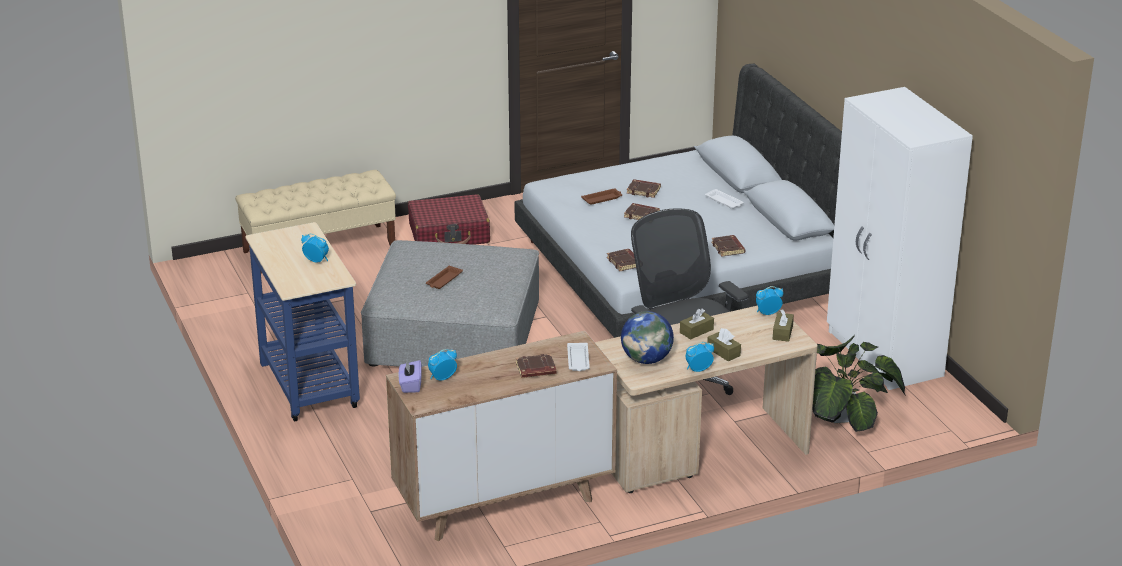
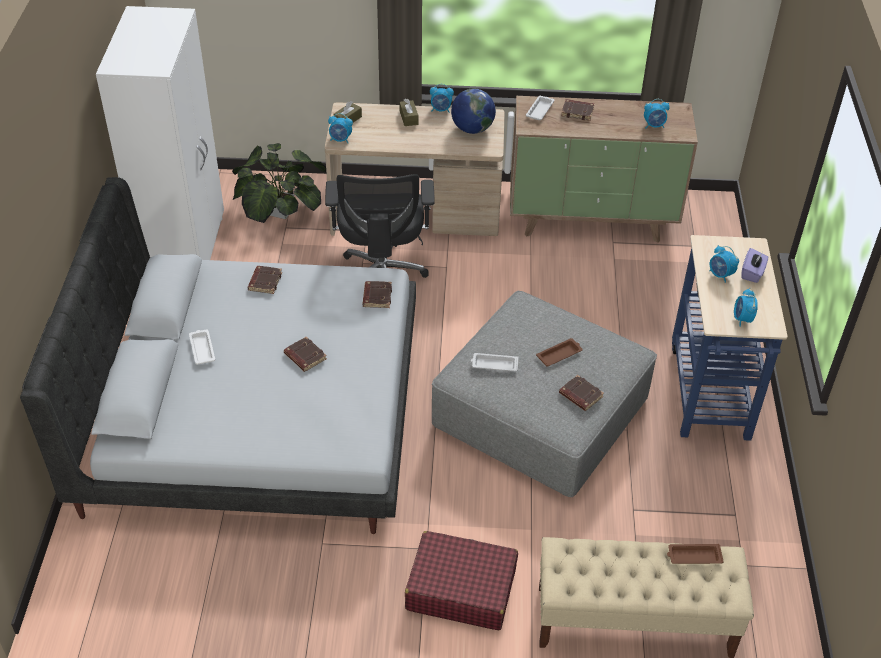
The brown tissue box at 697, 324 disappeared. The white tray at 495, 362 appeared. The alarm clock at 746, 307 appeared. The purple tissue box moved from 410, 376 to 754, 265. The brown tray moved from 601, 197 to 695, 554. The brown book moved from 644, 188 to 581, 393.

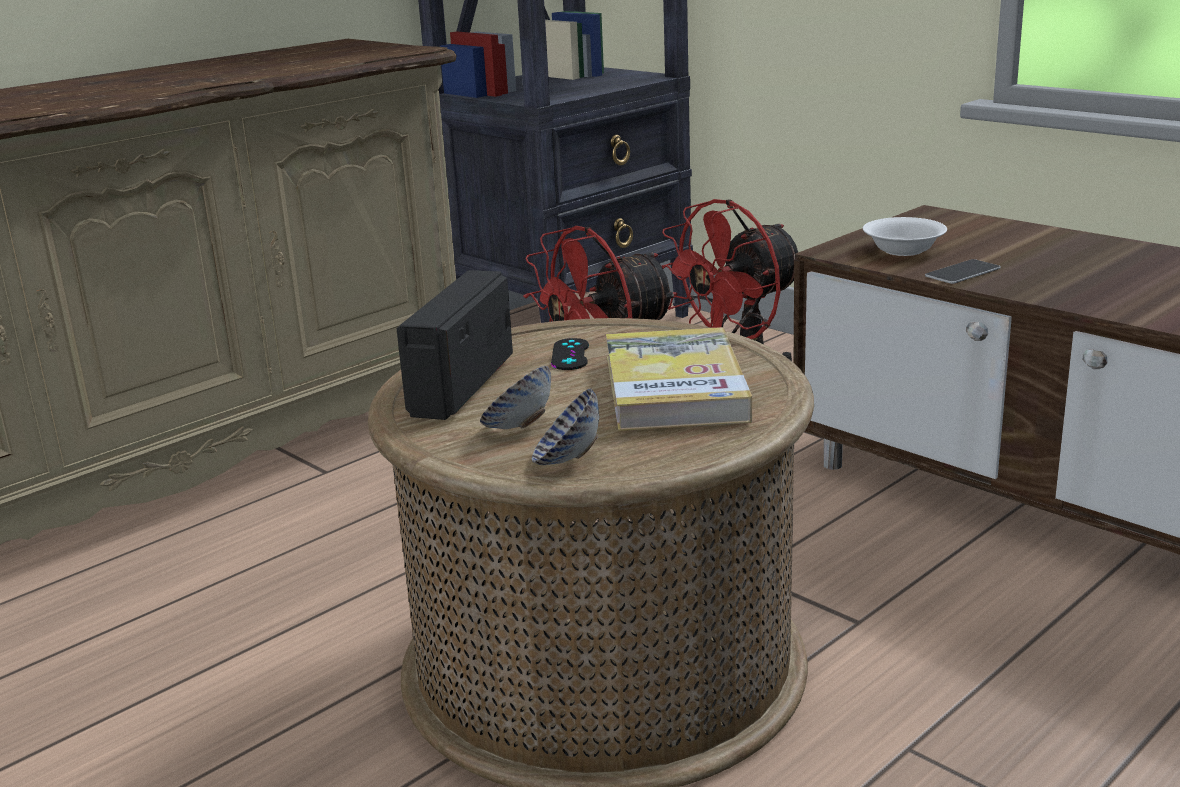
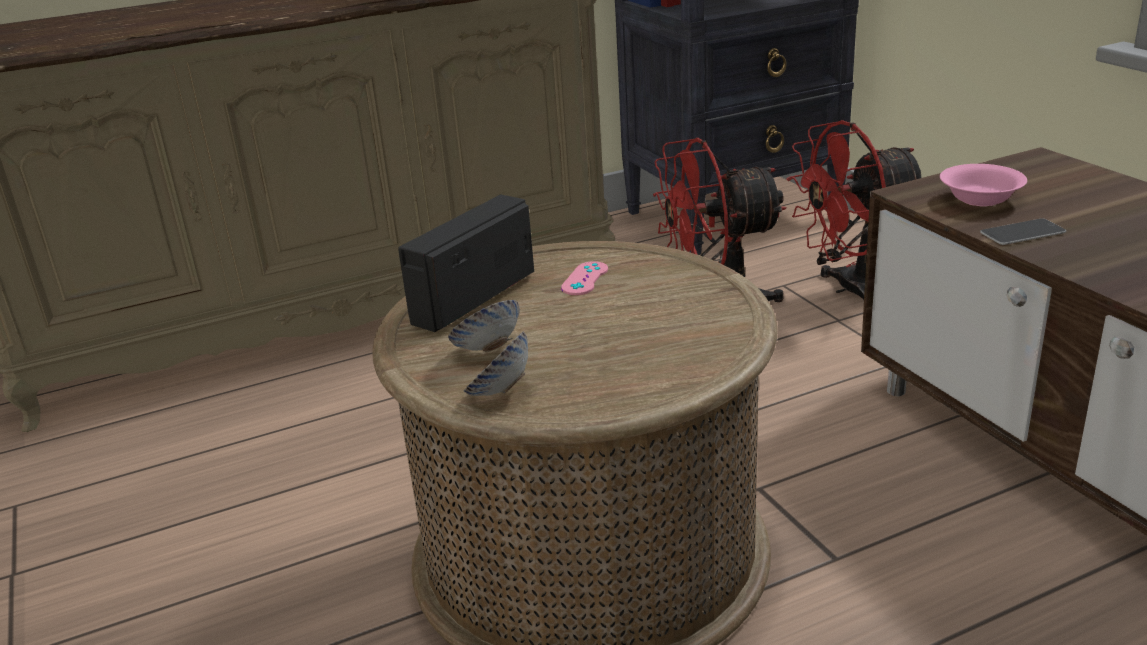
The book at 679, 379 disappeared. The black game controller at 570, 354 became the pink game controller at 584, 278. The white bowl at 905, 236 became the pink bowl at 983, 185.

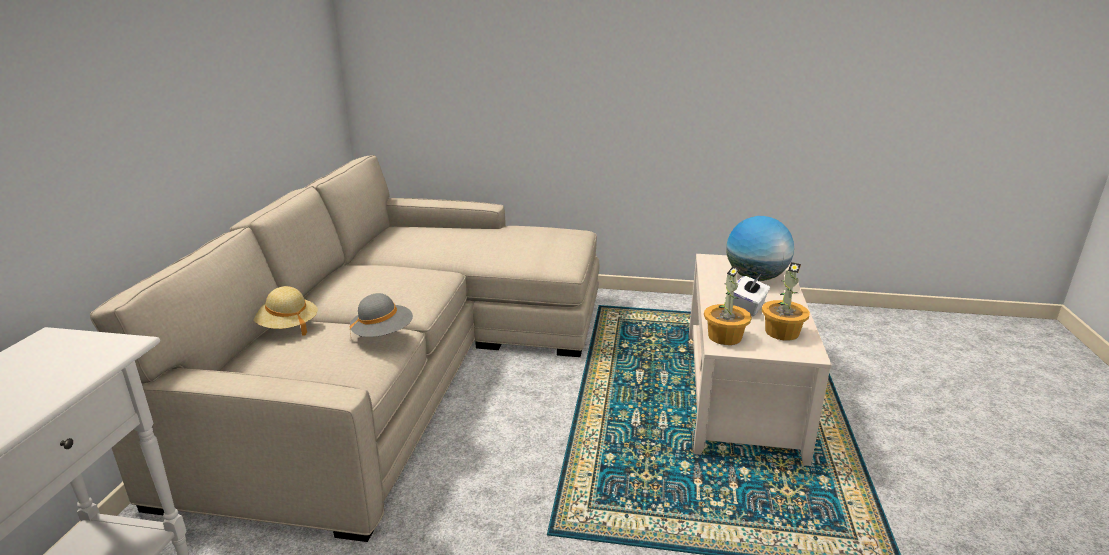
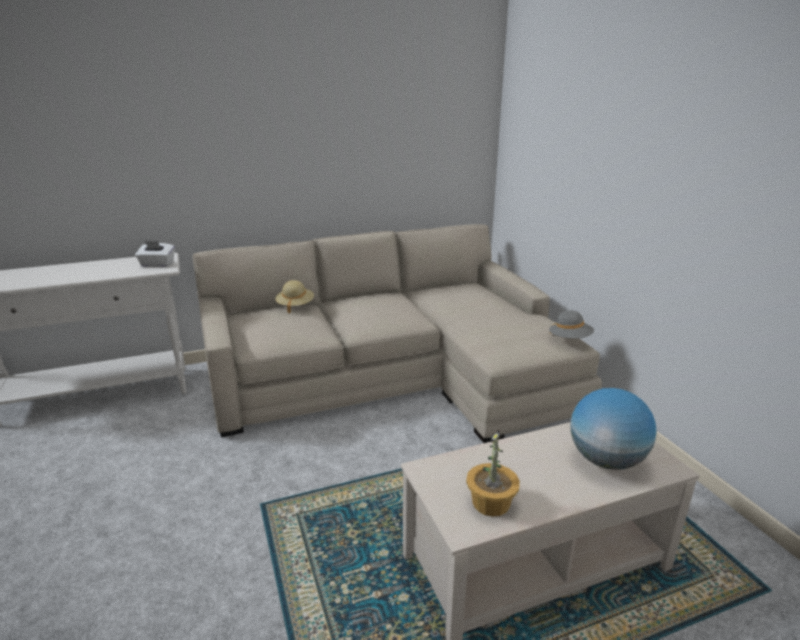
The potted plant at 728, 305 disappeared. The grey hat moved from 381, 315 to 571, 324. The white tissue box moved from 751, 296 to 155, 254.

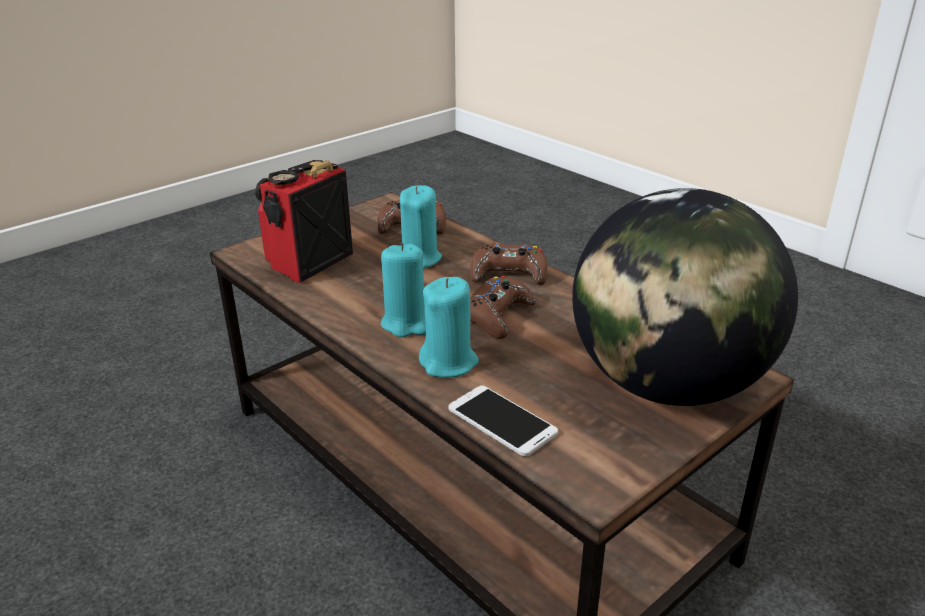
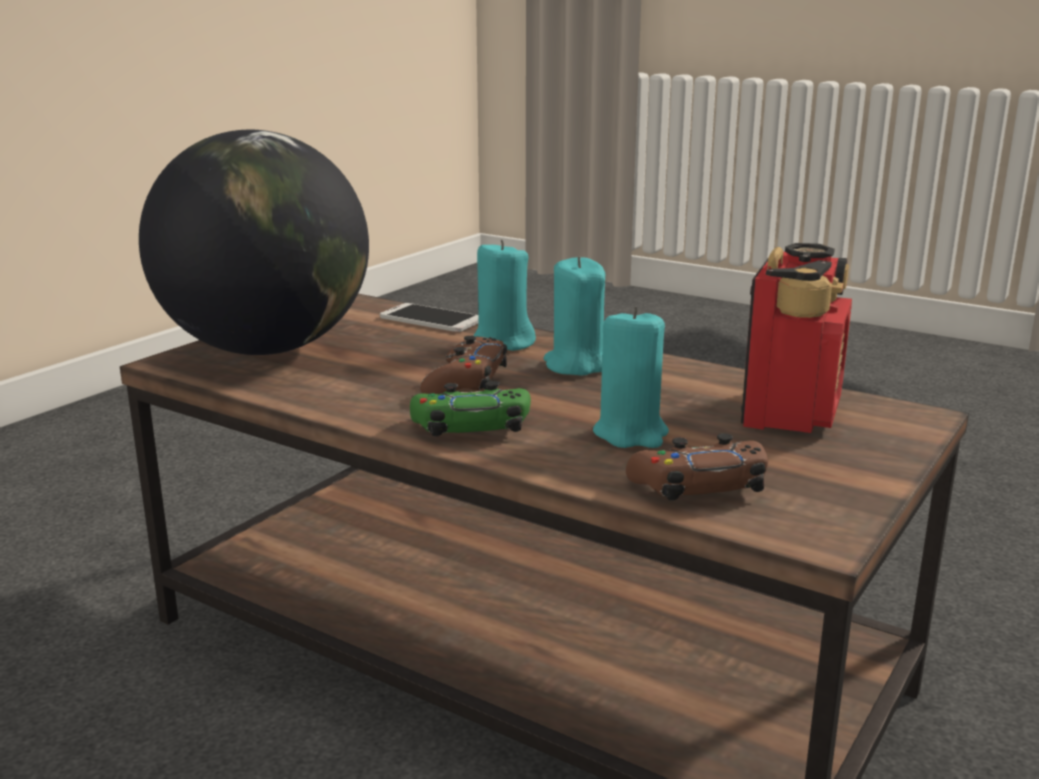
The brown game controller at 508, 264 became the green game controller at 470, 408.

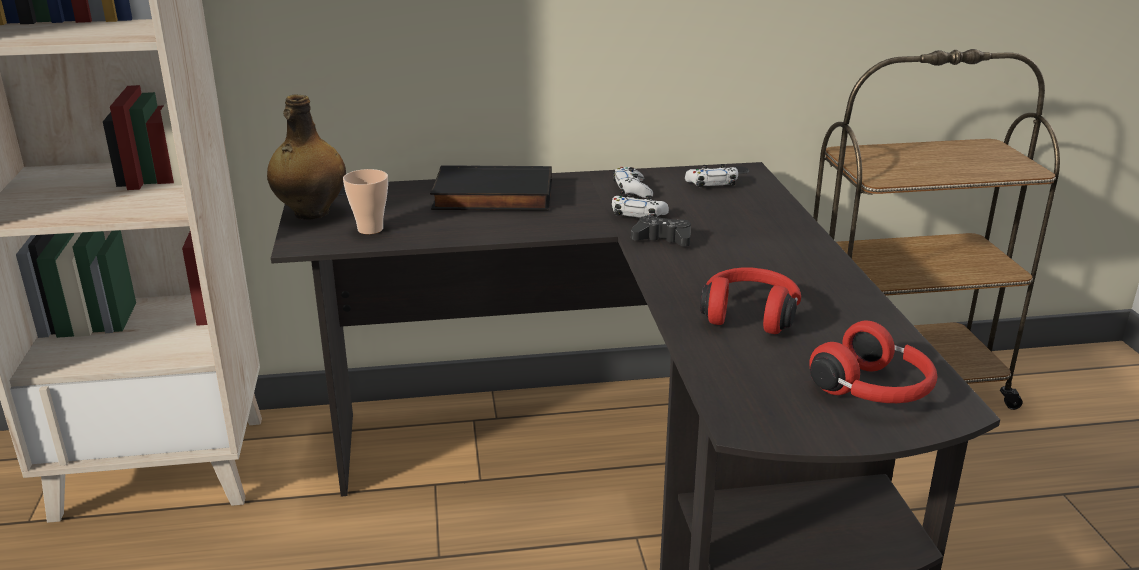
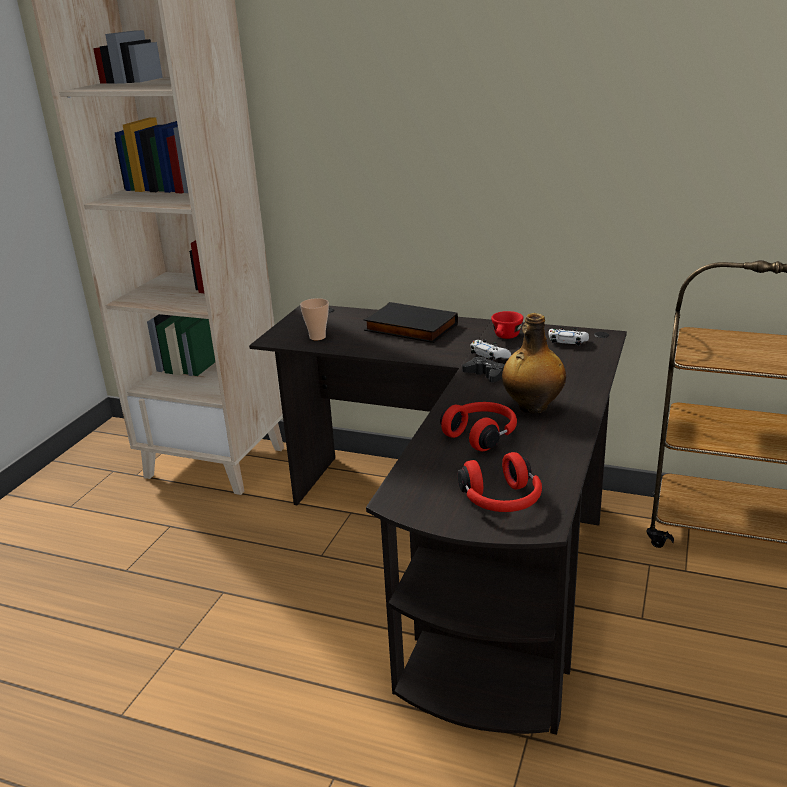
The bottle moved from 306, 157 to 534, 363. The white game controller at 633, 182 was replaced by the red cup at 507, 325.

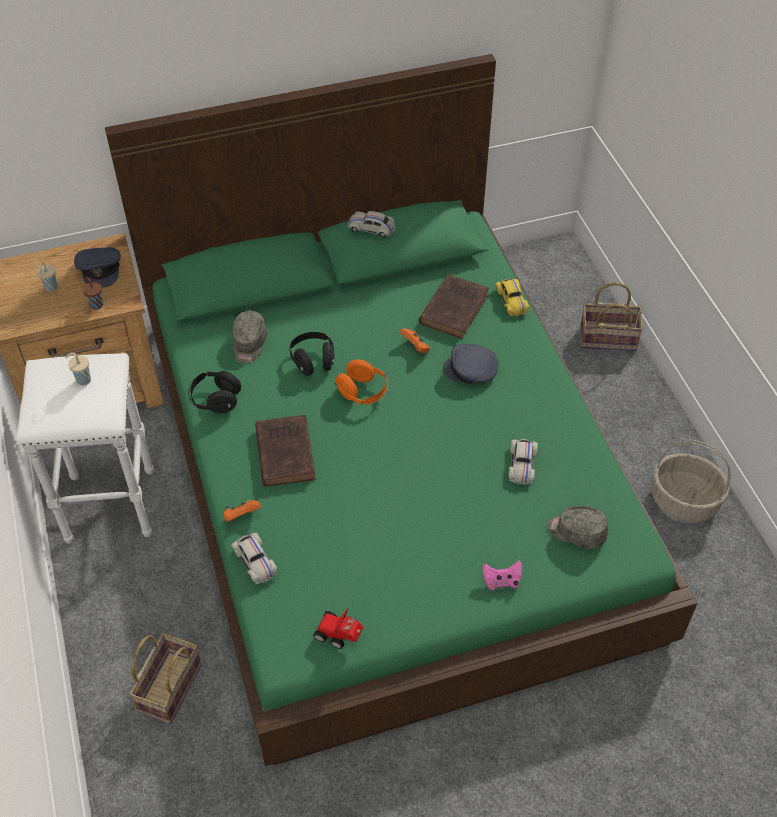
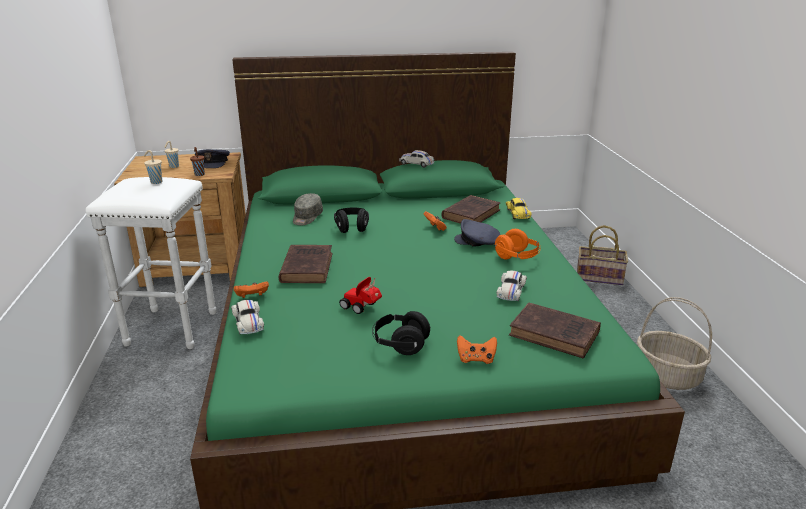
The basket at 165, 678 disappeared. The black headphones moved from 214, 392 to 401, 333. The toy car moved from 338, 629 to 360, 295. The orange headphones moved from 361, 382 to 517, 244. The grey cap at 577, 527 was replaced by the brown book at 555, 330. The pink game controller at 502, 575 became the orange game controller at 477, 349.

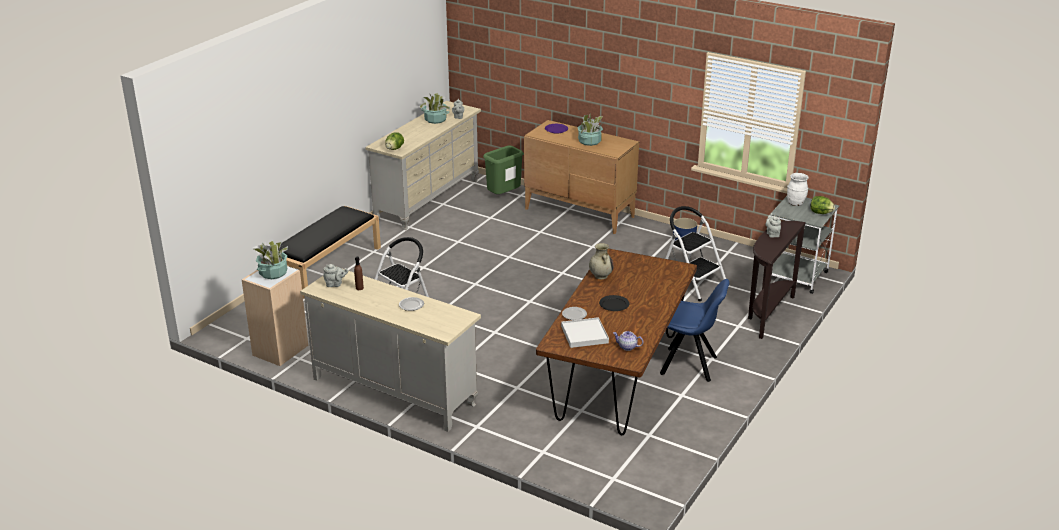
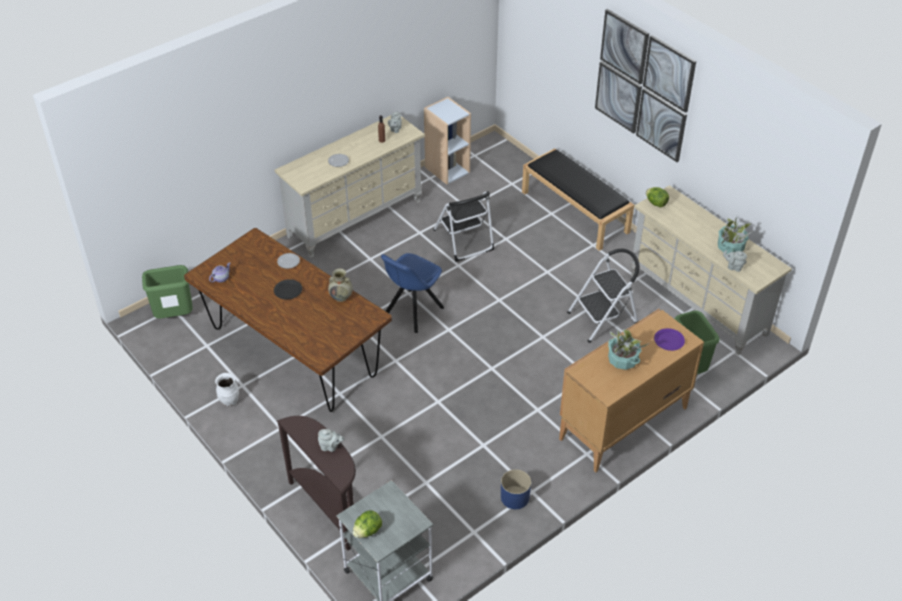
The potted plant at 270, 259 disappeared. The white tray at 585, 332 disappeared. The green trash can at 167, 292 appeared. The picture at 645, 85 appeared. The blue chair moved from 694, 330 to 412, 293. The step ladder moved from 695, 253 to 603, 296. The white vase moved from 798, 189 to 227, 389.

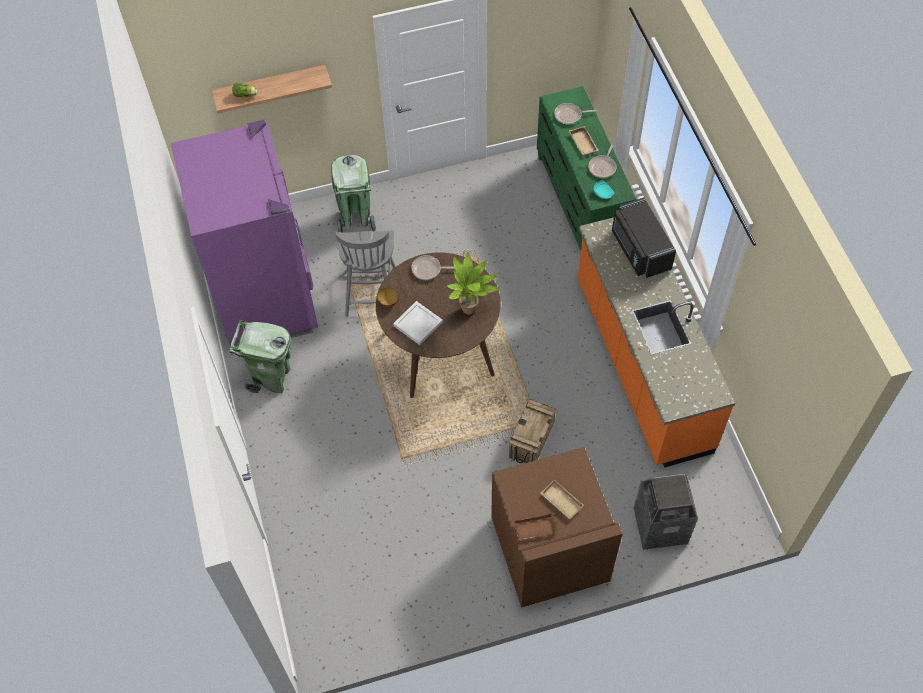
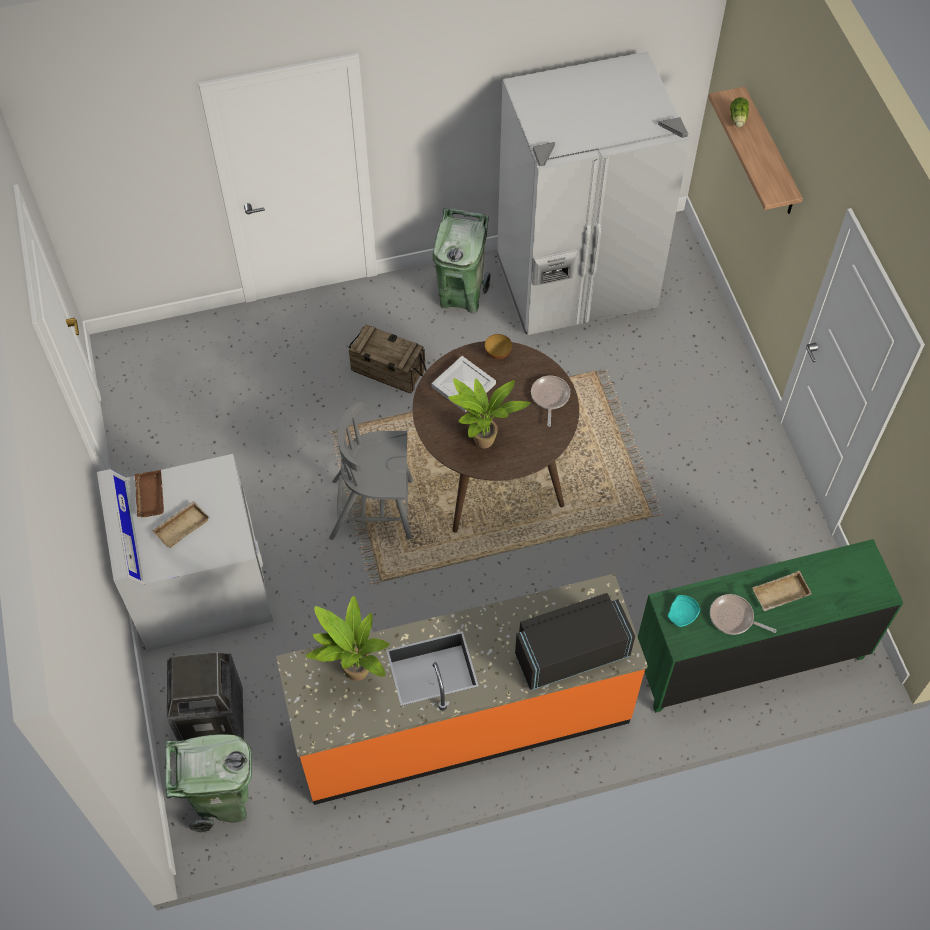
The frying pan at 575, 114 disappeared. The potted plant at 348, 638 appeared. The green trash can moved from 353, 194 to 208, 783. The grey chair moved from 365, 273 to 371, 471. The crate moved from 532, 431 to 387, 359. The purple fridge at 244, 233 became the white fridge at 593, 193. The brown washing machine at 557, 527 became the white washing machine at 185, 553.

